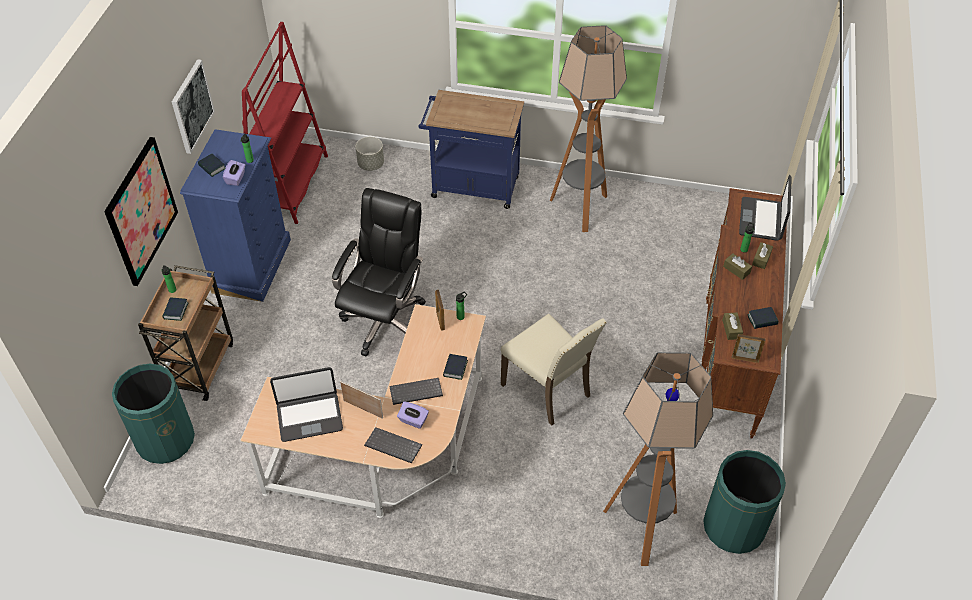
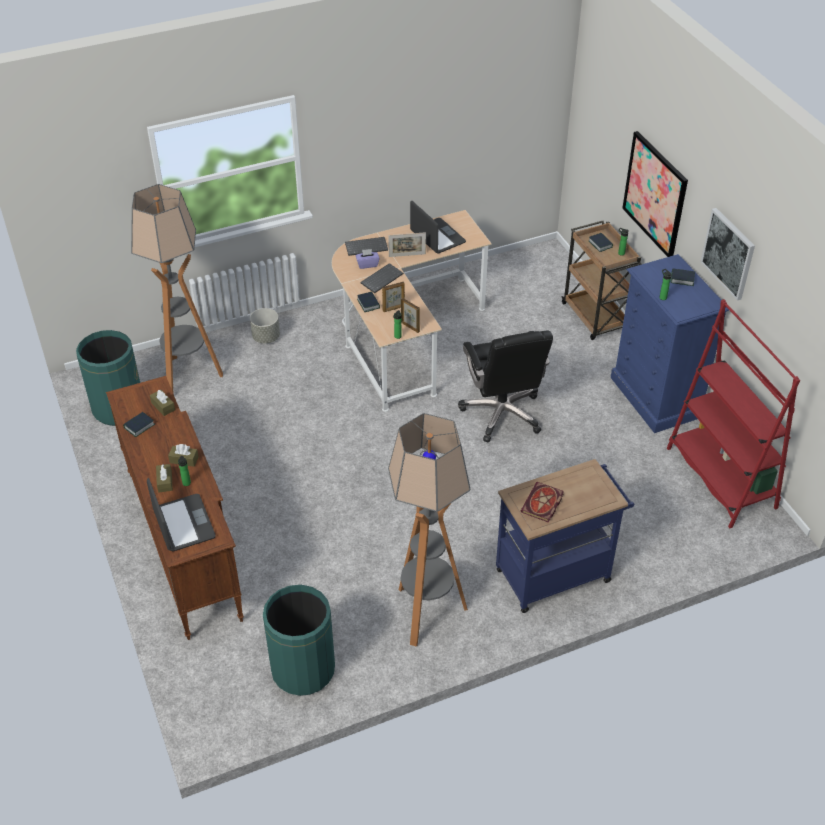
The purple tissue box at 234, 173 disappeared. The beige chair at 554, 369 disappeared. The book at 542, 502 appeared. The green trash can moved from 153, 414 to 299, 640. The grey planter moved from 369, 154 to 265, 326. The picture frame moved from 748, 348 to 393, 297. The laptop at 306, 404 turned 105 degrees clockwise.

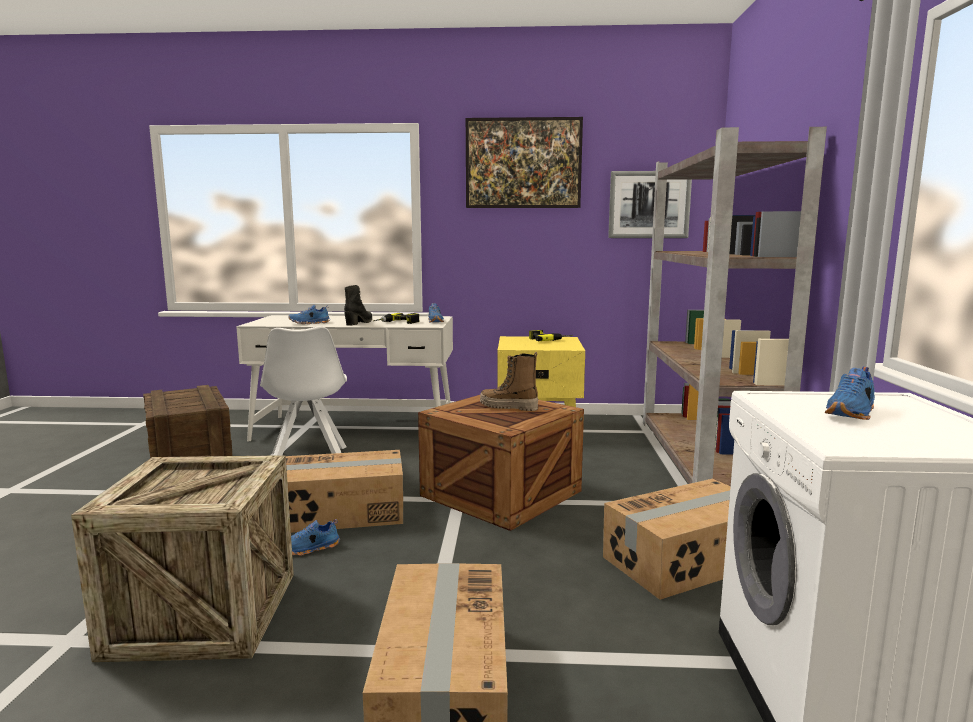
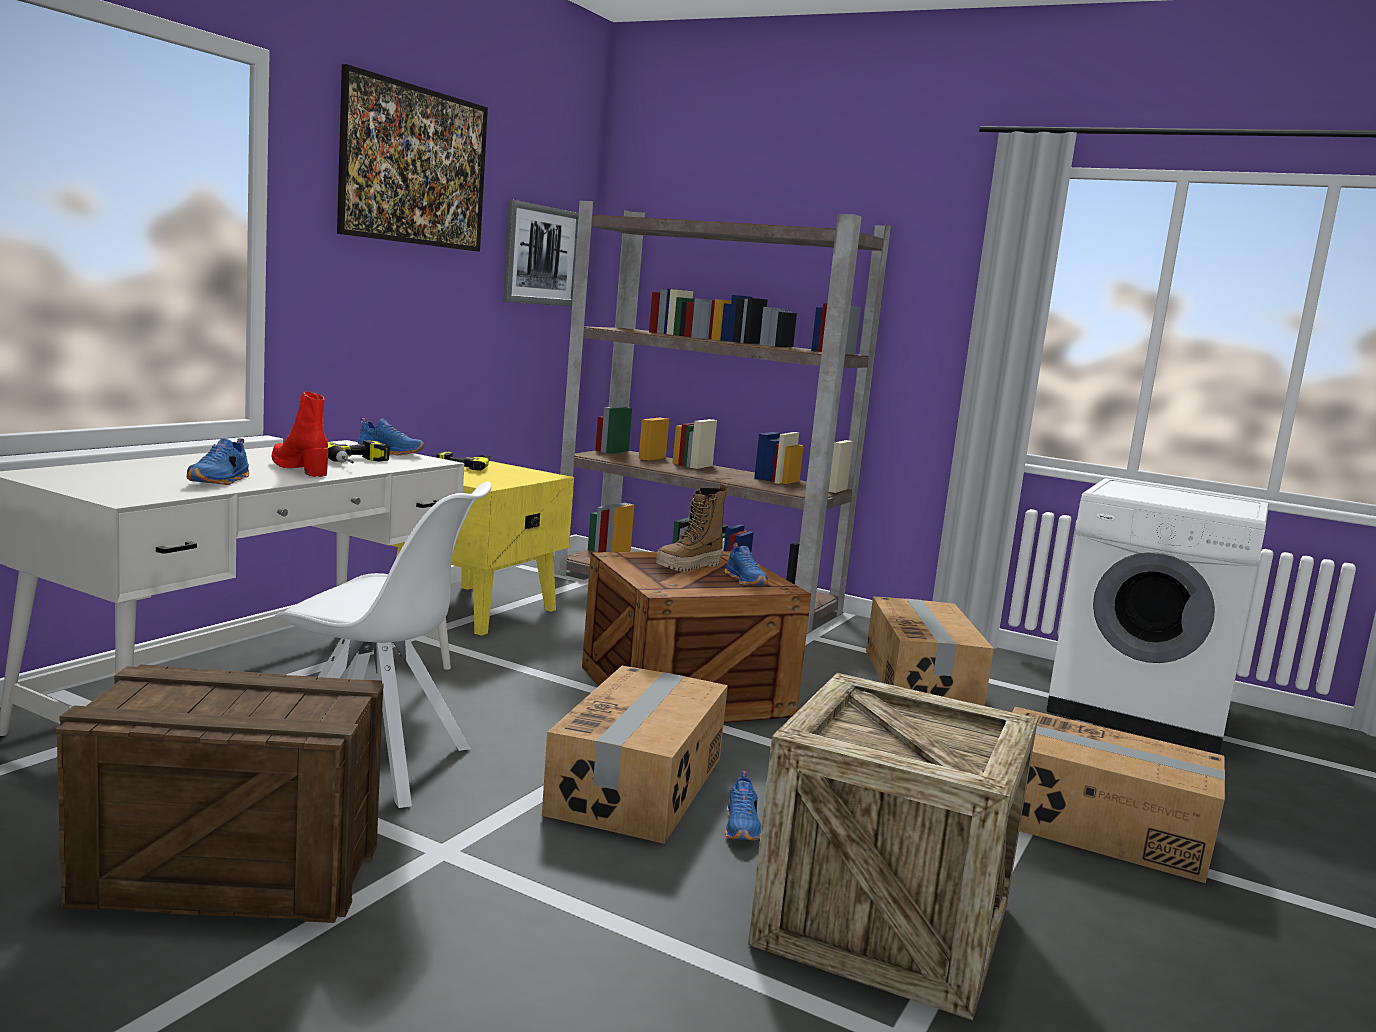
The blue shoe moved from 850, 393 to 746, 564. The black boot at 358, 305 became the red boot at 300, 434.

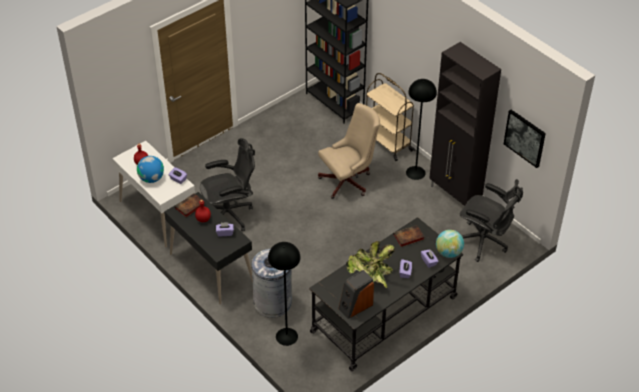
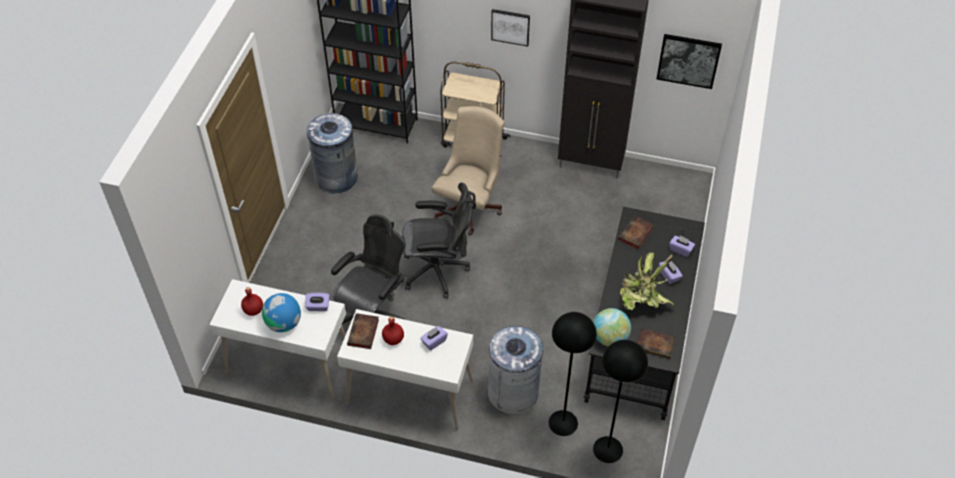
The grey trash can at 332, 153 appeared. The picture at 510, 27 appeared. The black floor lamp moved from 421, 129 to 620, 401. The globe moved from 450, 244 to 612, 327. The office chair moved from 491, 220 to 439, 240. The speaker at 356, 294 was replaced by the book at 656, 343. The black desk at 208, 248 became the white desk at 405, 369.

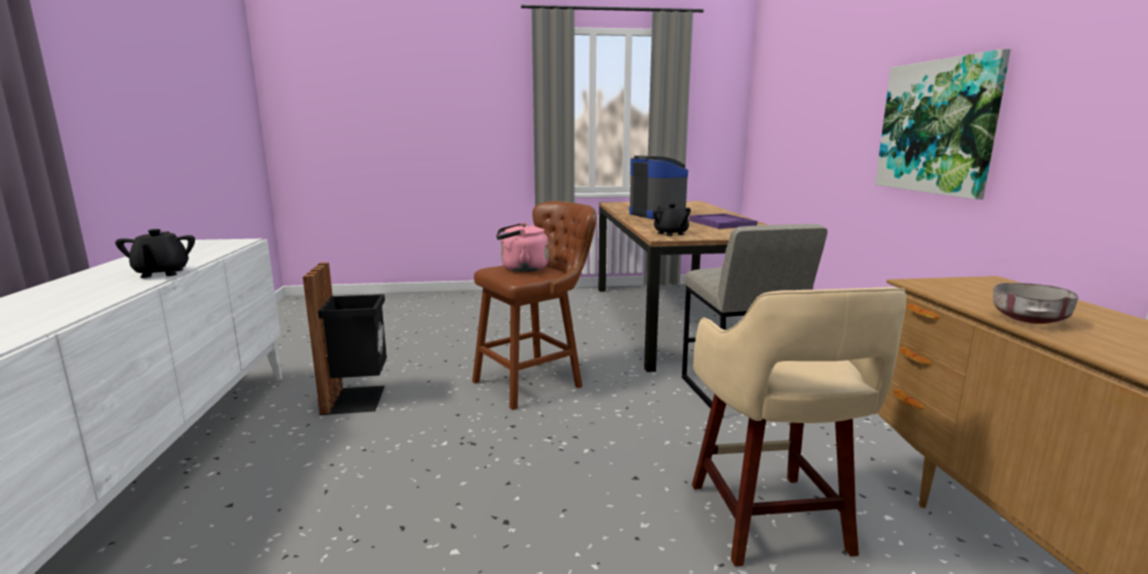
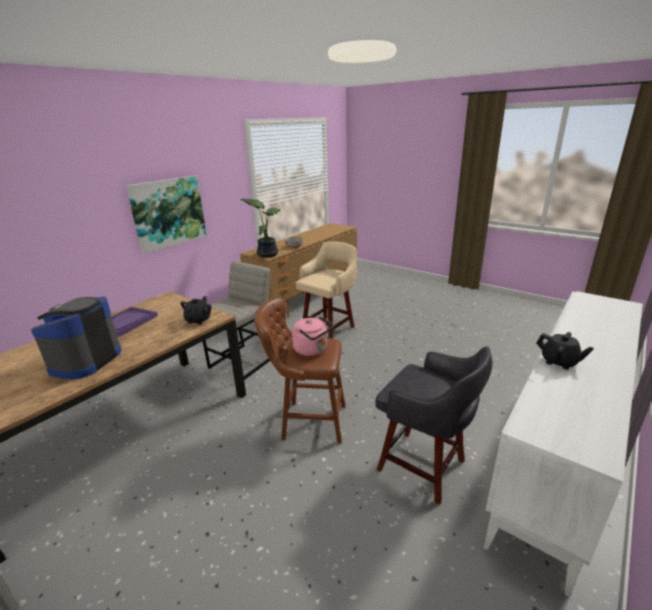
The potted plant at 260, 228 appeared. The black trash can at 345, 338 was replaced by the grey stool at 434, 425. The black teapot at 155, 253 turned 105 degrees clockwise.

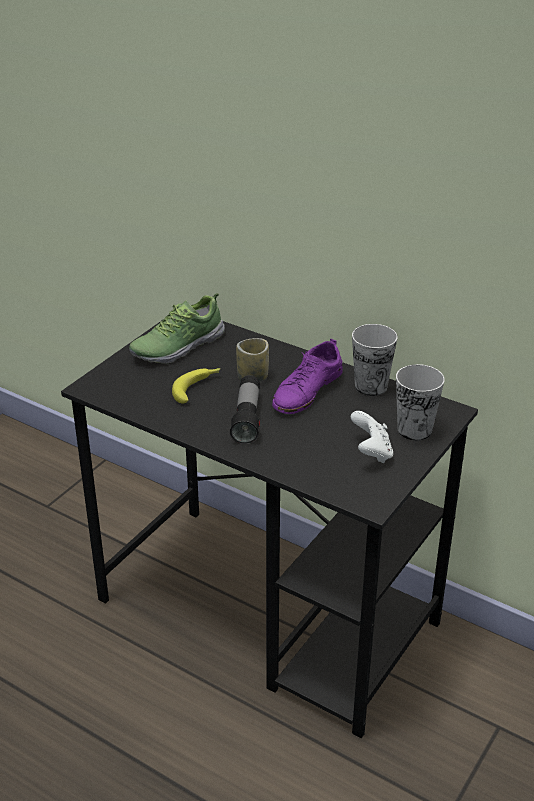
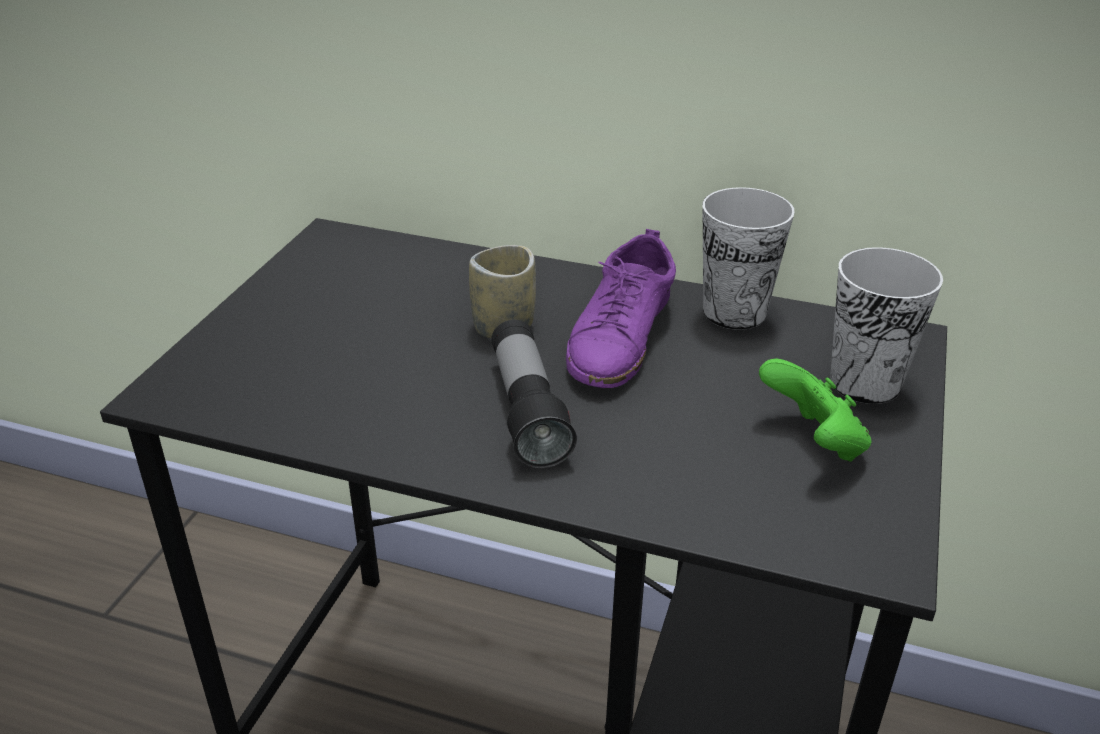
The shoe at 177, 328 disappeared. The banana at 196, 385 disappeared. The white game controller at 372, 437 became the green game controller at 815, 410.

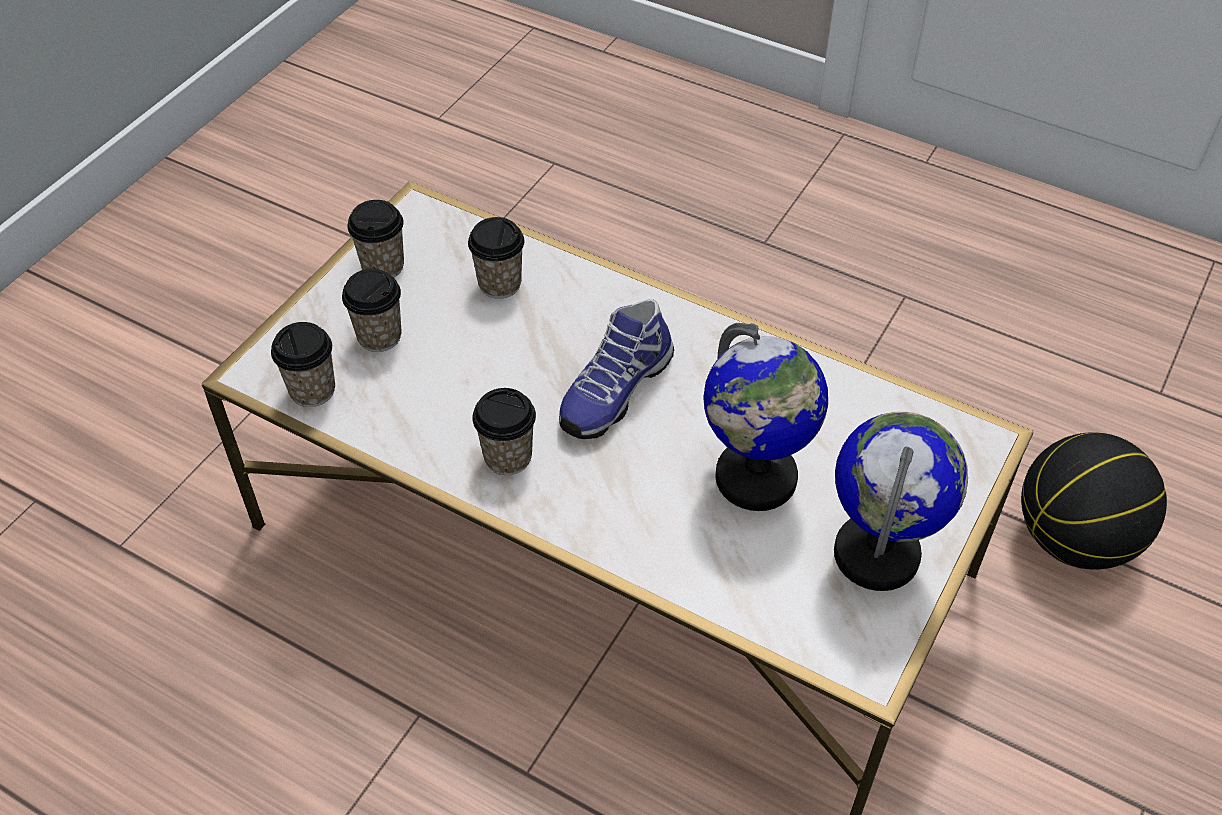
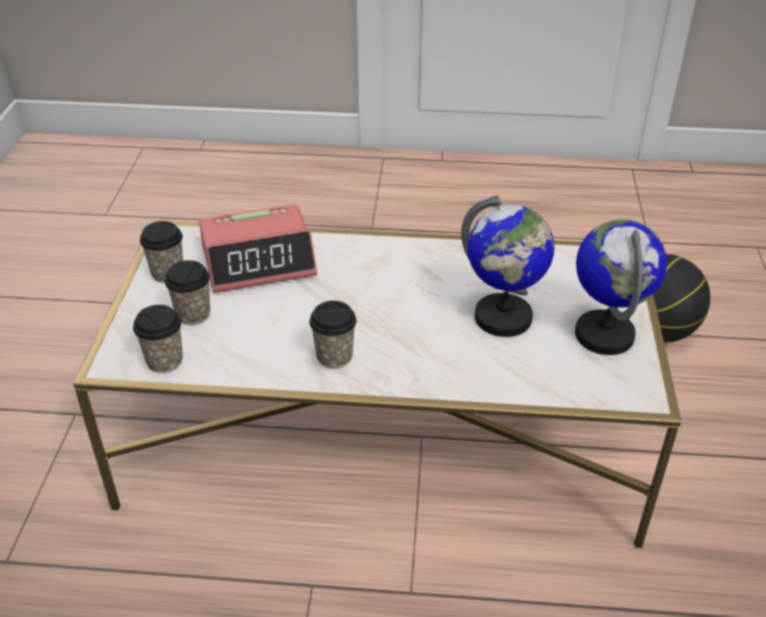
The shoe at 616, 369 disappeared. The cup at 496, 258 was replaced by the alarm clock at 258, 248.

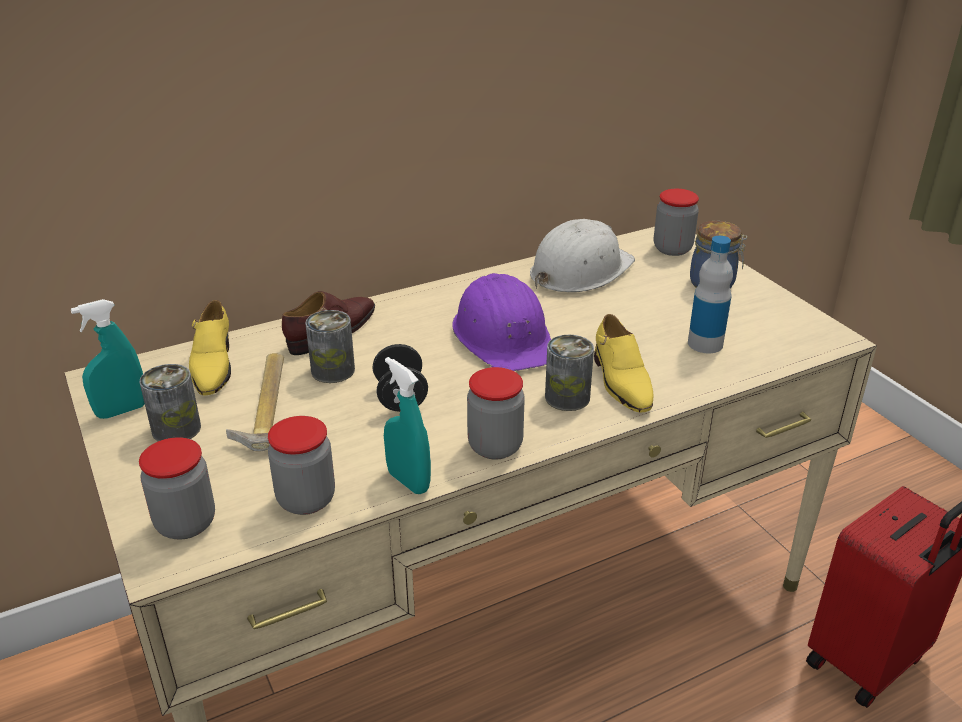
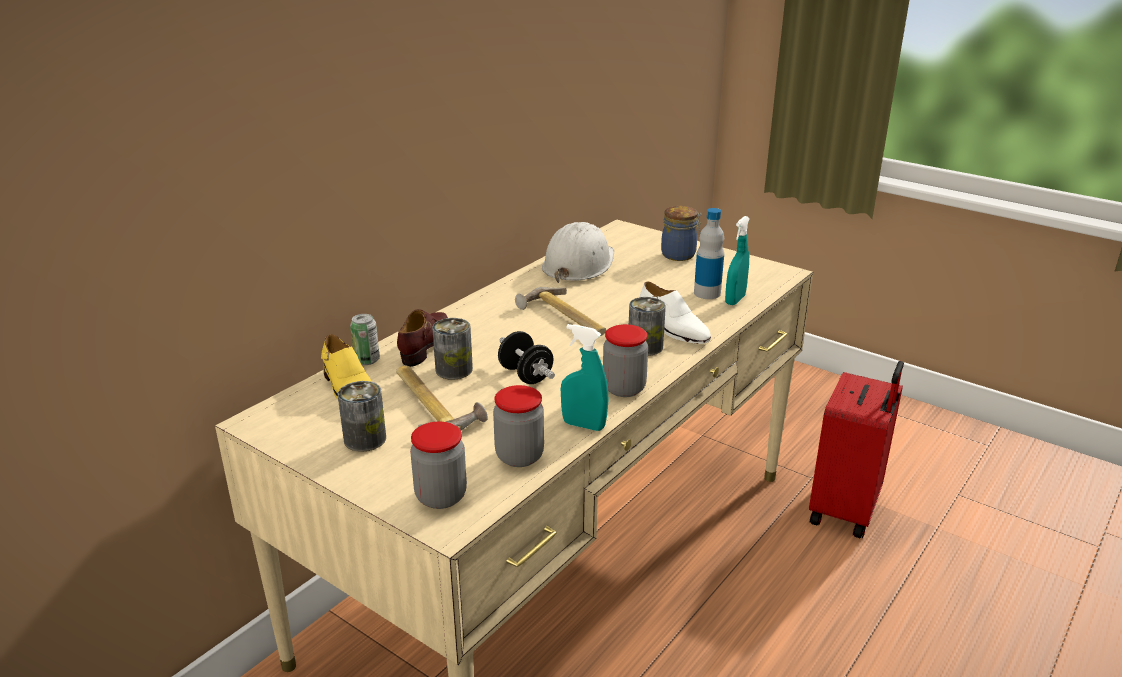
The jar at 676, 222 disappeared. The can at 365, 339 appeared. The turquoise spray bottle moved from 108, 359 to 737, 260. The purple hard hat at 501, 322 was replaced by the hammer at 560, 311. The yellow shoe at 623, 363 became the white shoe at 675, 312.

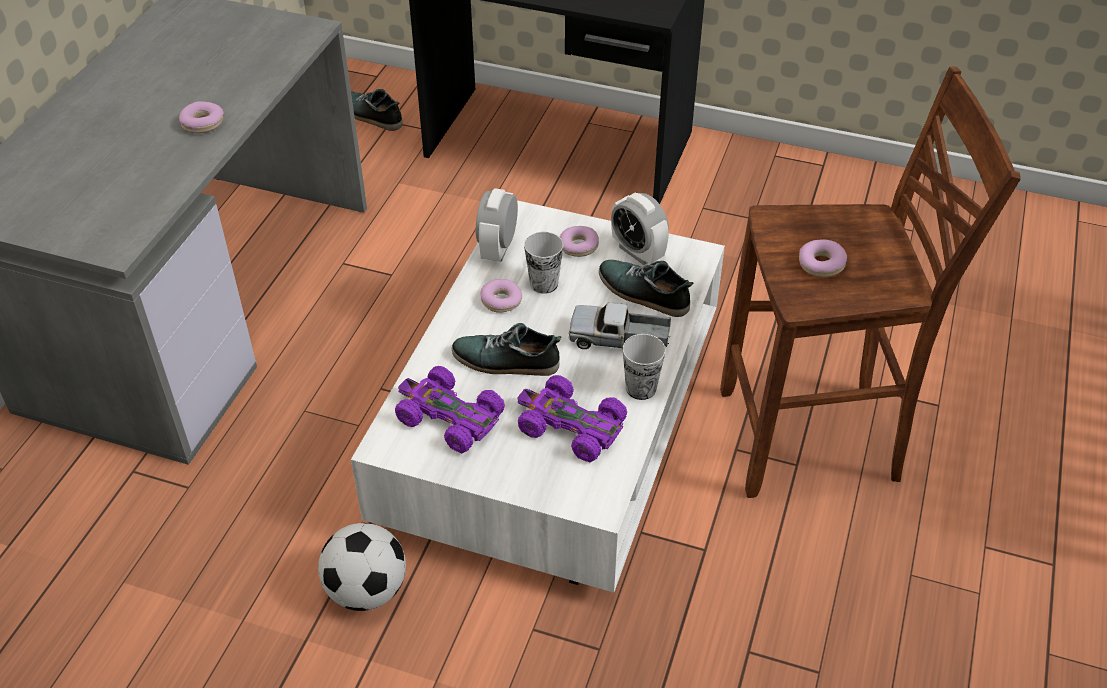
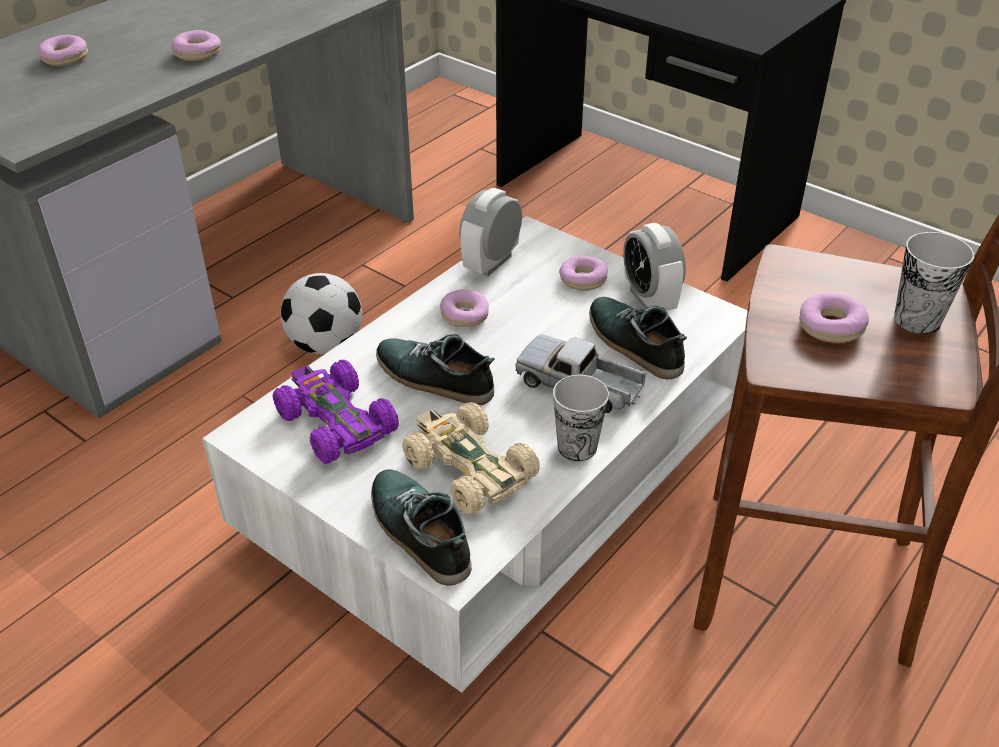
The donut at 62, 50 appeared. The football moved from 362, 567 to 321, 313. The shoe moved from 377, 110 to 421, 527. The cup moved from 543, 263 to 934, 283. The purple toy car at 572, 418 became the beige toy car at 471, 458.

